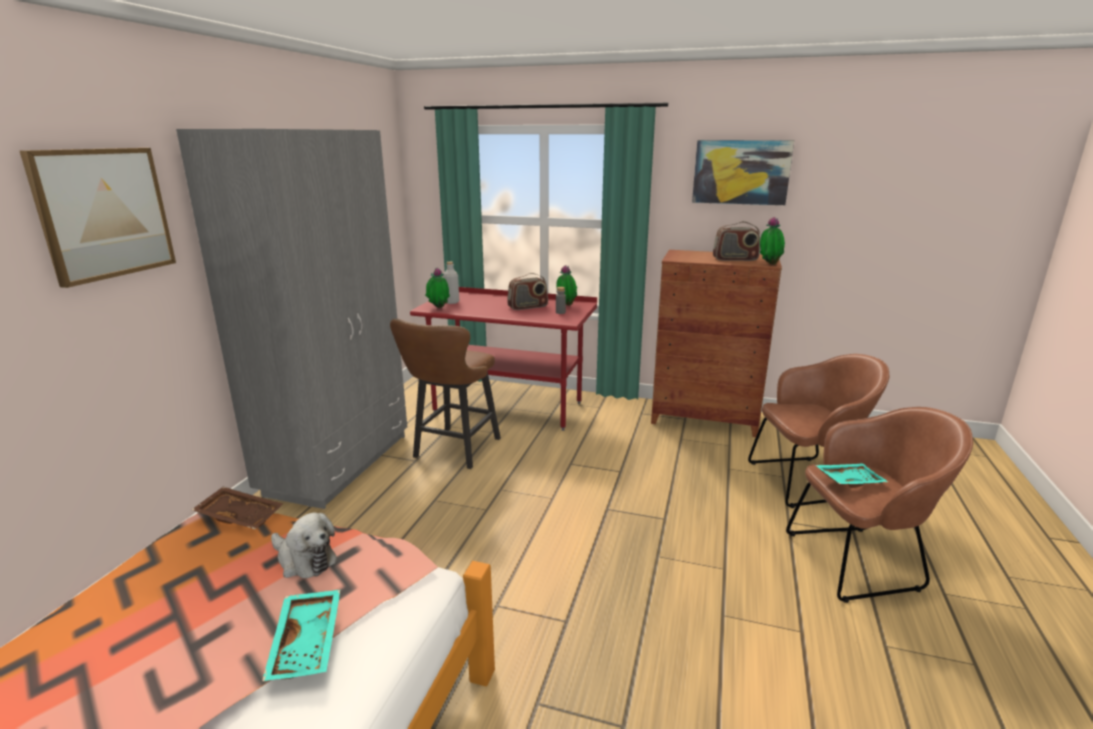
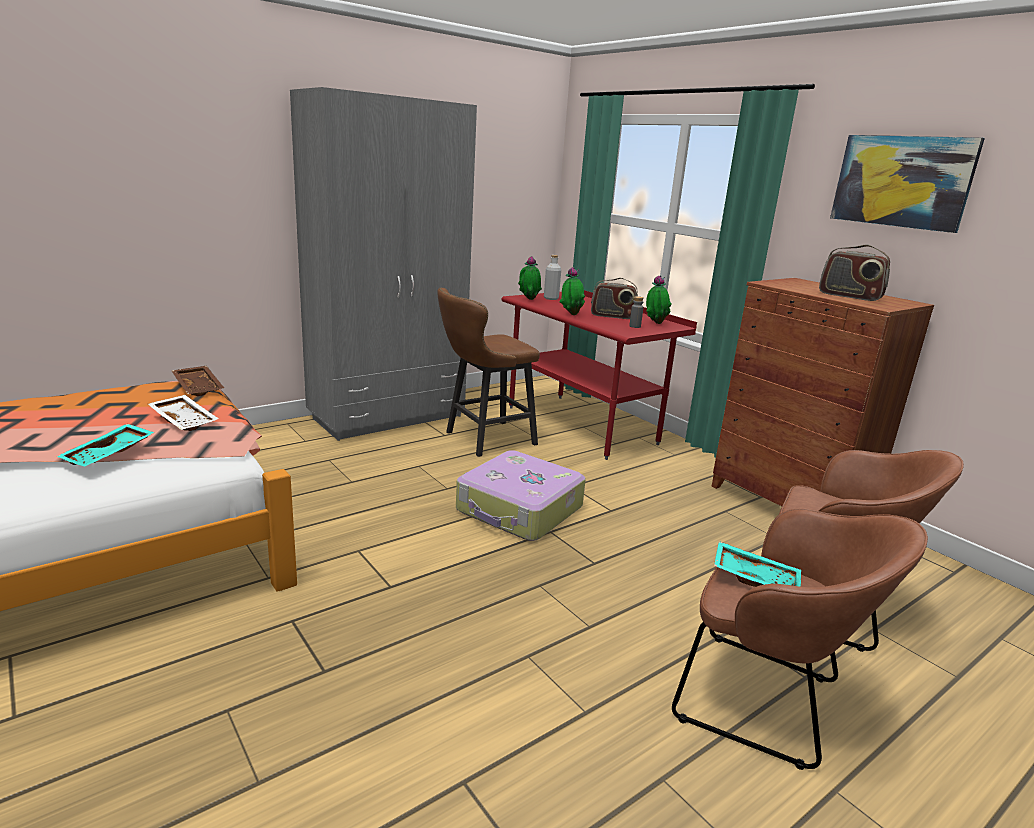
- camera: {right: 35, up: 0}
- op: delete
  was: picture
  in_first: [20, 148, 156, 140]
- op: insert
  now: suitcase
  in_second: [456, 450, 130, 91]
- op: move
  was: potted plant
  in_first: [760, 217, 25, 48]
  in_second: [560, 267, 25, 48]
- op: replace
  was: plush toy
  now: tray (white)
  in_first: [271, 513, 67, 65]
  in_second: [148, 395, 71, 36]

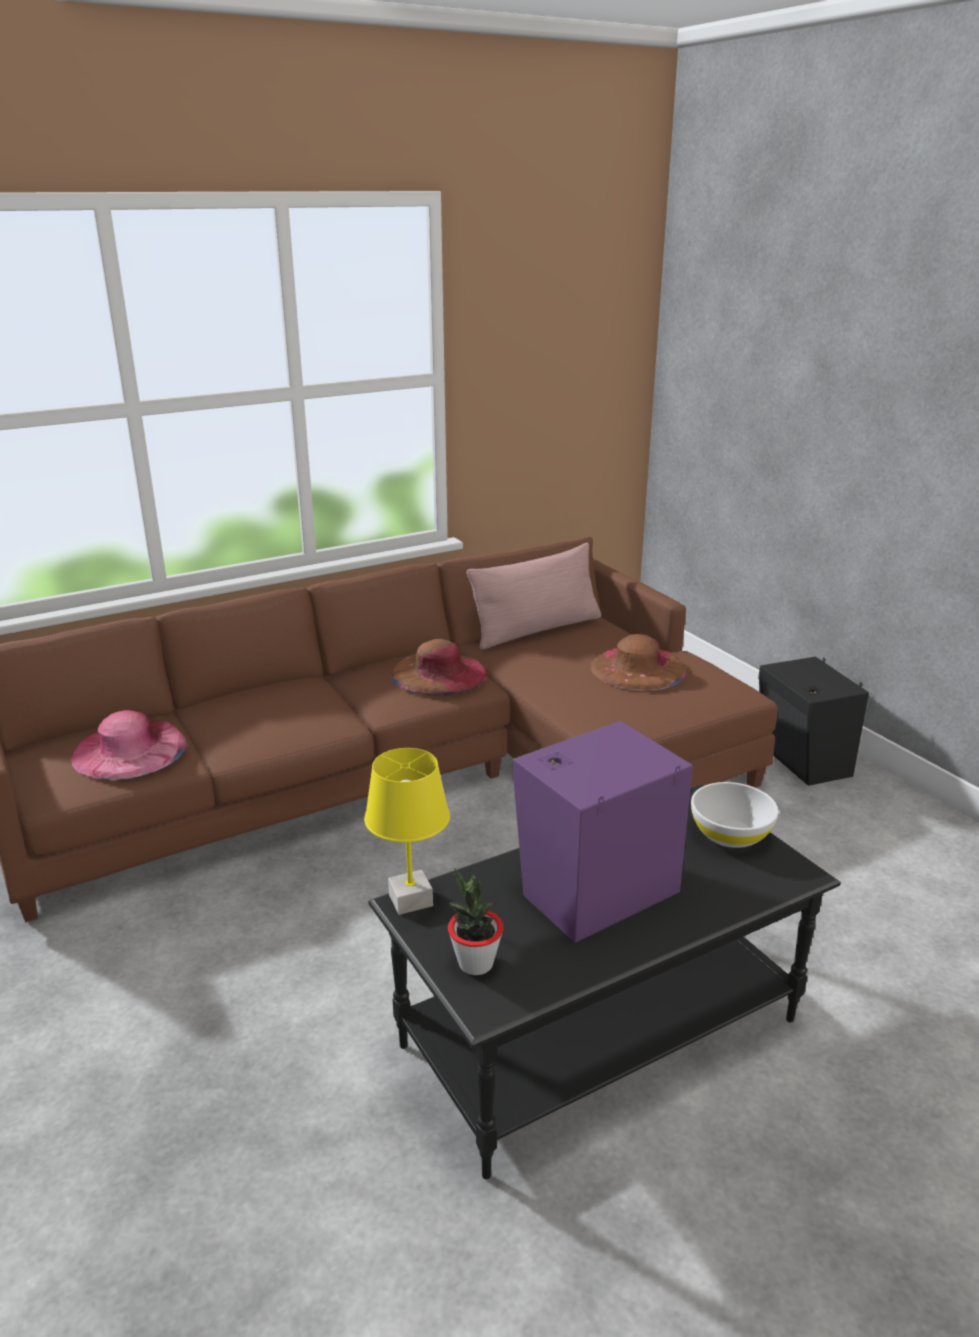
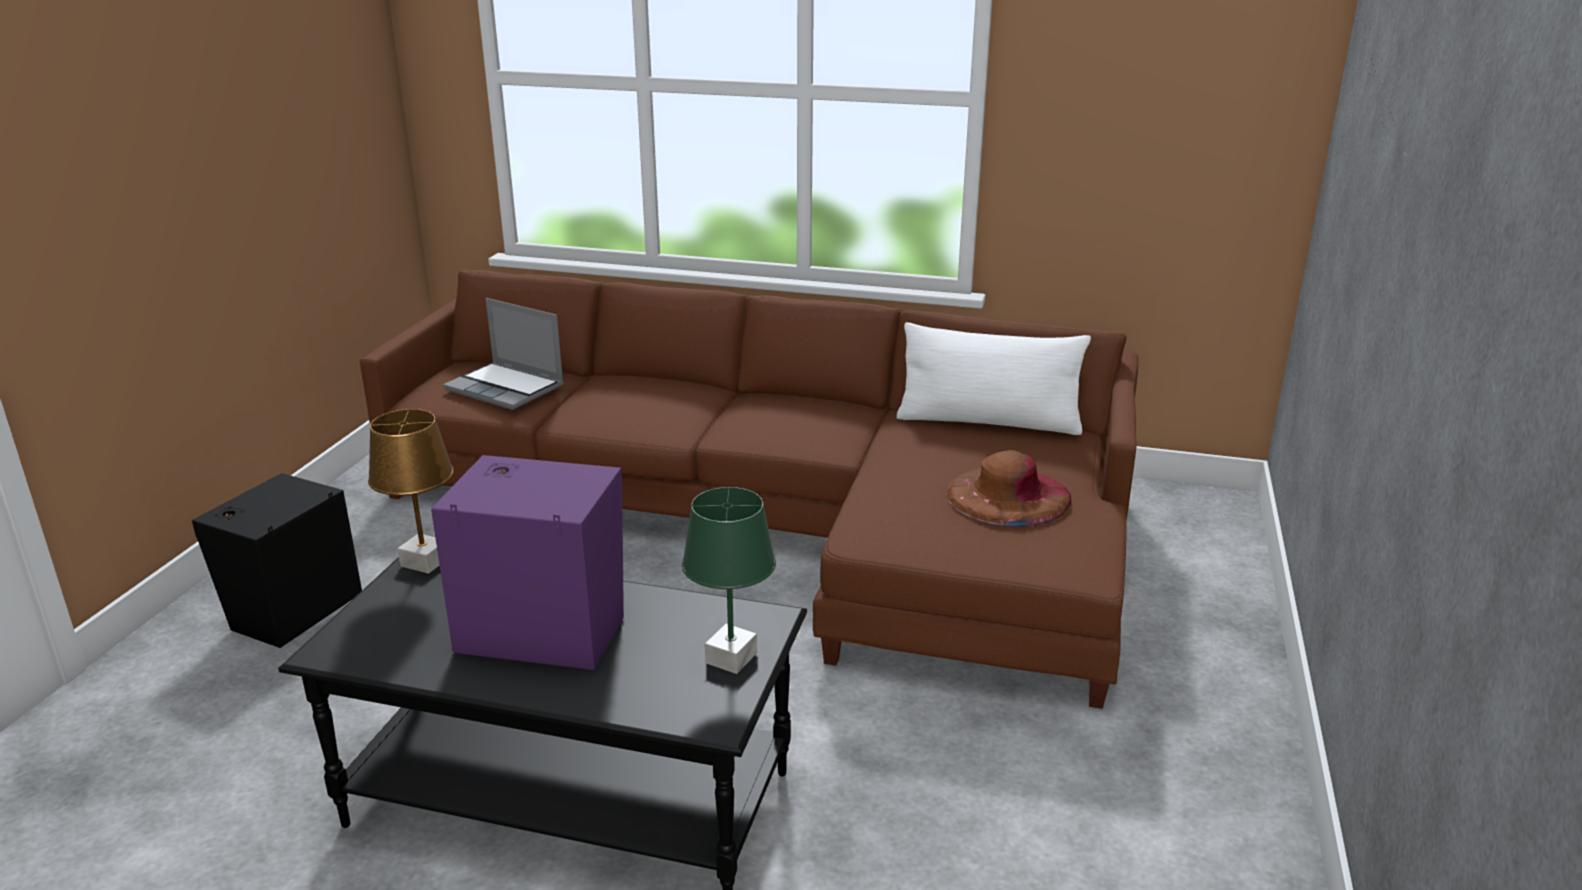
- camera: {right: 45, up: 0}
- op: delete
  was: hat (brown)
  in_first: [390, 639, 97, 56]
- op: delete
  was: potted plant
  in_first: [448, 868, 56, 107]
- op: move
  was: speaker (black)
  in_first: [758, 657, 111, 129]
  in_second: [192, 473, 170, 175]
- op: replace
  was: hat (pink)
  now: laptop
  in_first: [70, 710, 117, 70]
  in_second: [443, 298, 121, 112]
- op: replace
  was: bowl (white)
  now: table lamp (green)
  in_first: [691, 782, 87, 66]
  in_second: [682, 487, 94, 187]
- op: recolor
  was: table lamp (yellow)
  now: table lamp (brown)
  in_first: [364, 748, 86, 167]
  in_second: [368, 409, 86, 165]
- op: recolor
  was: pillow (pink)
  now: pillow (white)
  in_first: [466, 543, 135, 107]
  in_second: [897, 322, 194, 113]

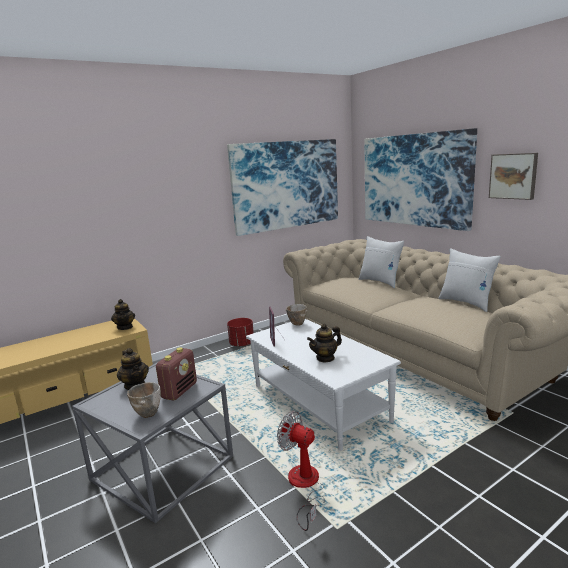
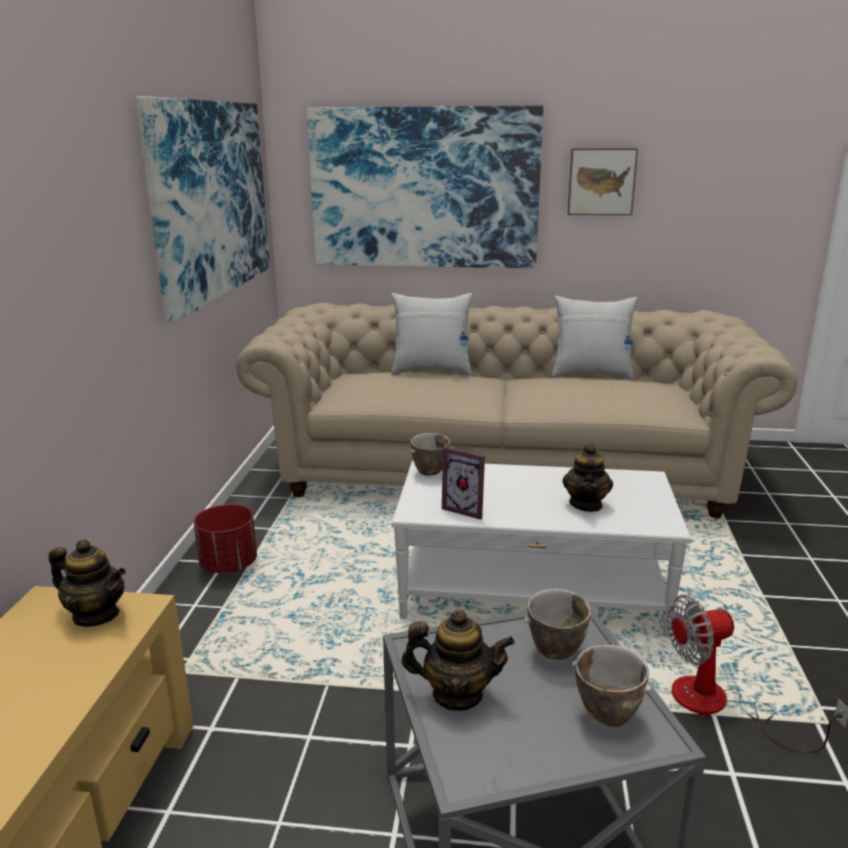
- camera: {right: -50, up: 5}
- op: replace
  was: radio
  now: bowl
  in_first: [156, 347, 41, 53]
  in_second: [524, 589, 68, 71]

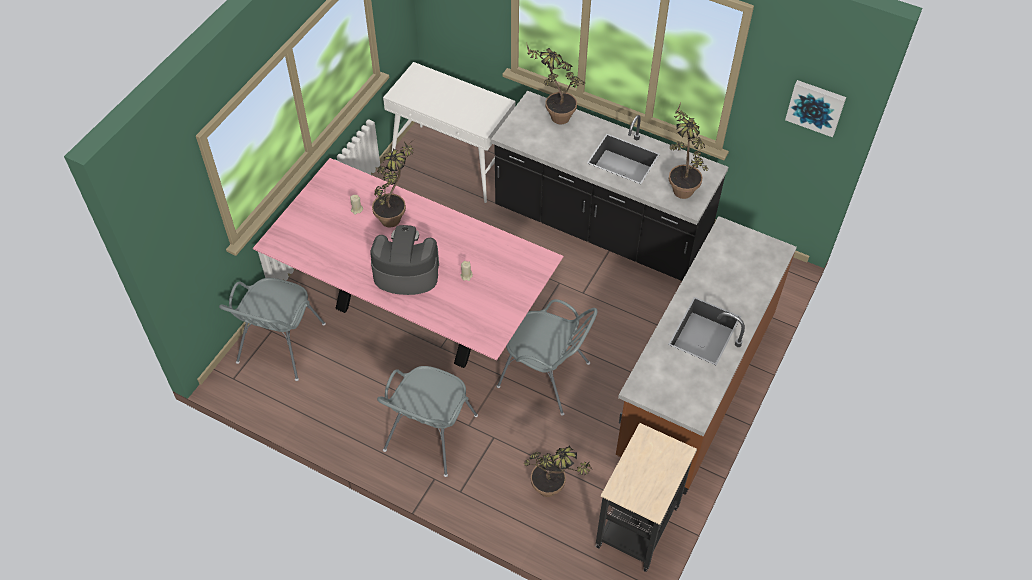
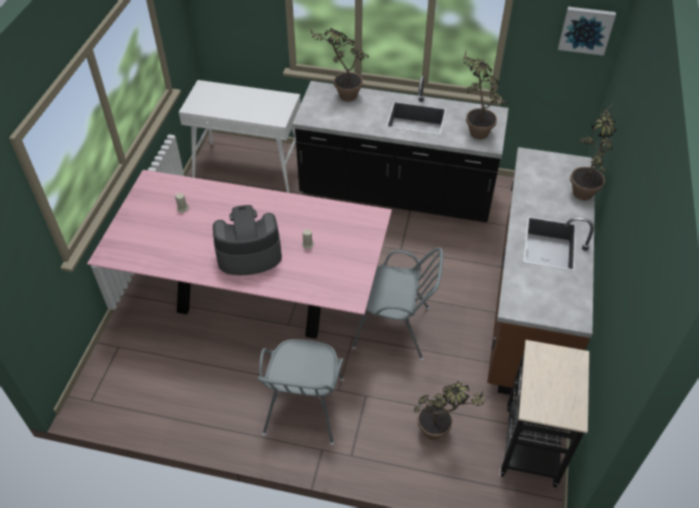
- camera: {right: -15, up: -5}
- op: delete
  was: chair (grey)
  in_first: [219, 278, 107, 103]
- op: move
  was: potted plant
  in_first: [372, 142, 41, 86]
  in_second: [570, 107, 46, 93]

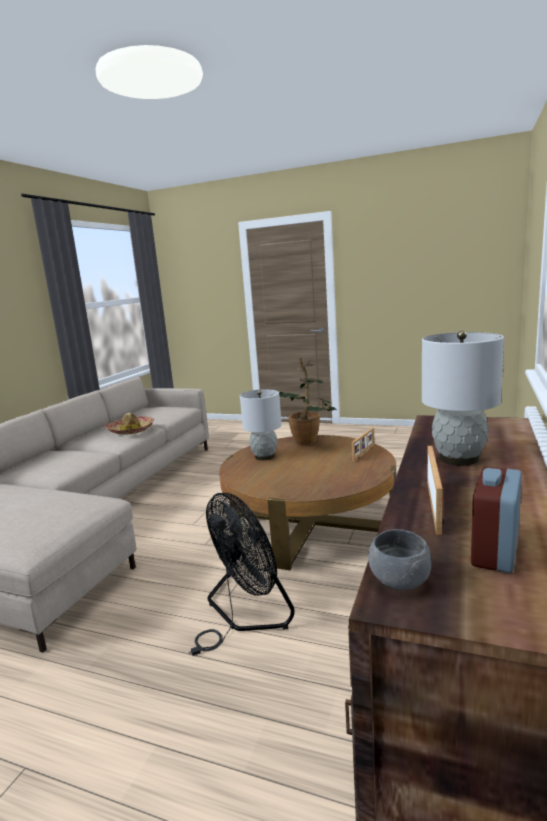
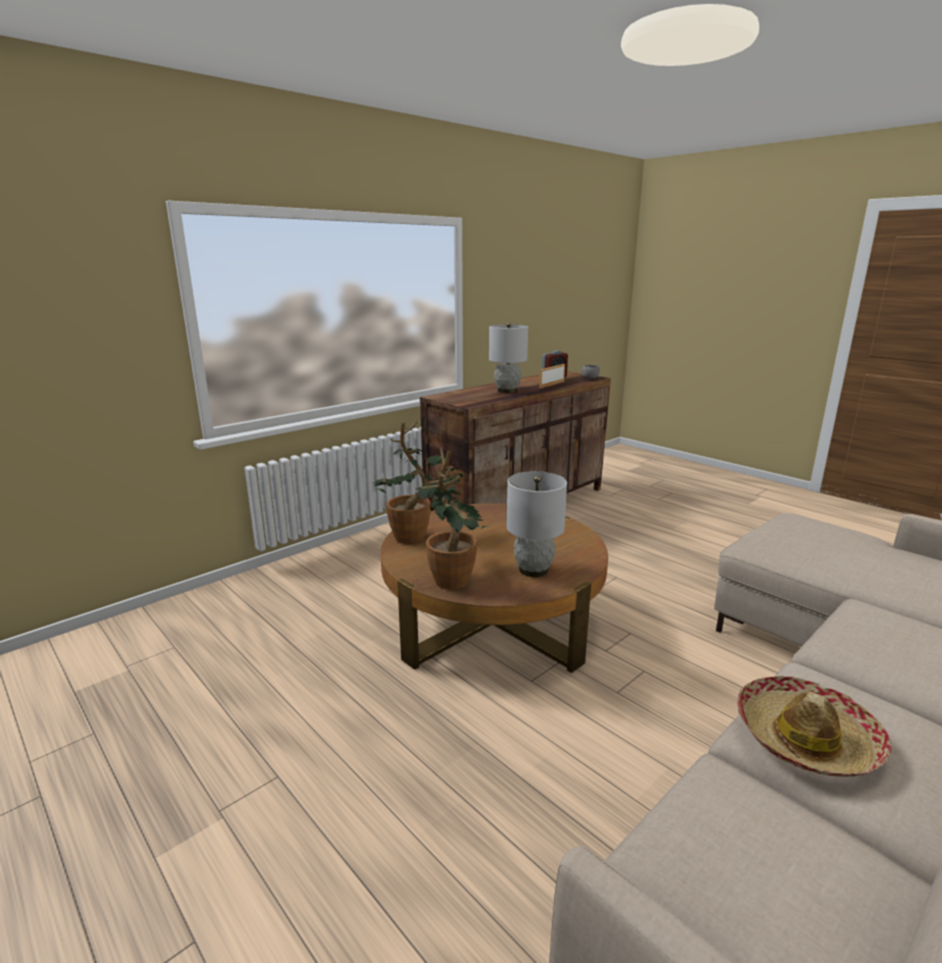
- camera: {right: -155, up: 5}
- op: delete
  was: fan (black)
  in_first: [189, 493, 106, 163]
- op: replace
  was: picture frame
  now: potted plant
  in_first: [352, 427, 23, 35]
  in_second: [373, 421, 93, 123]

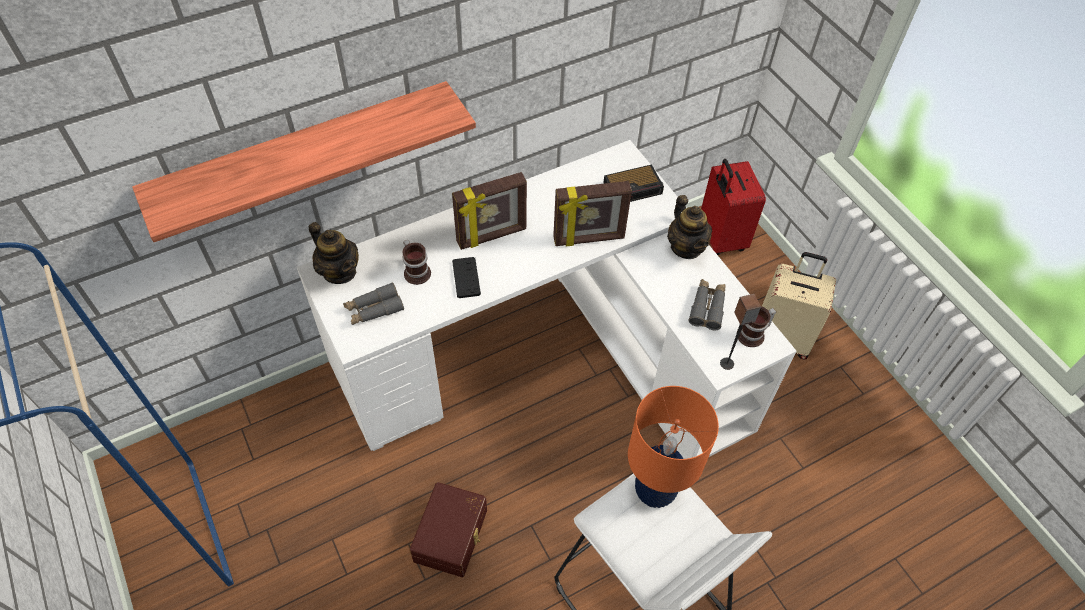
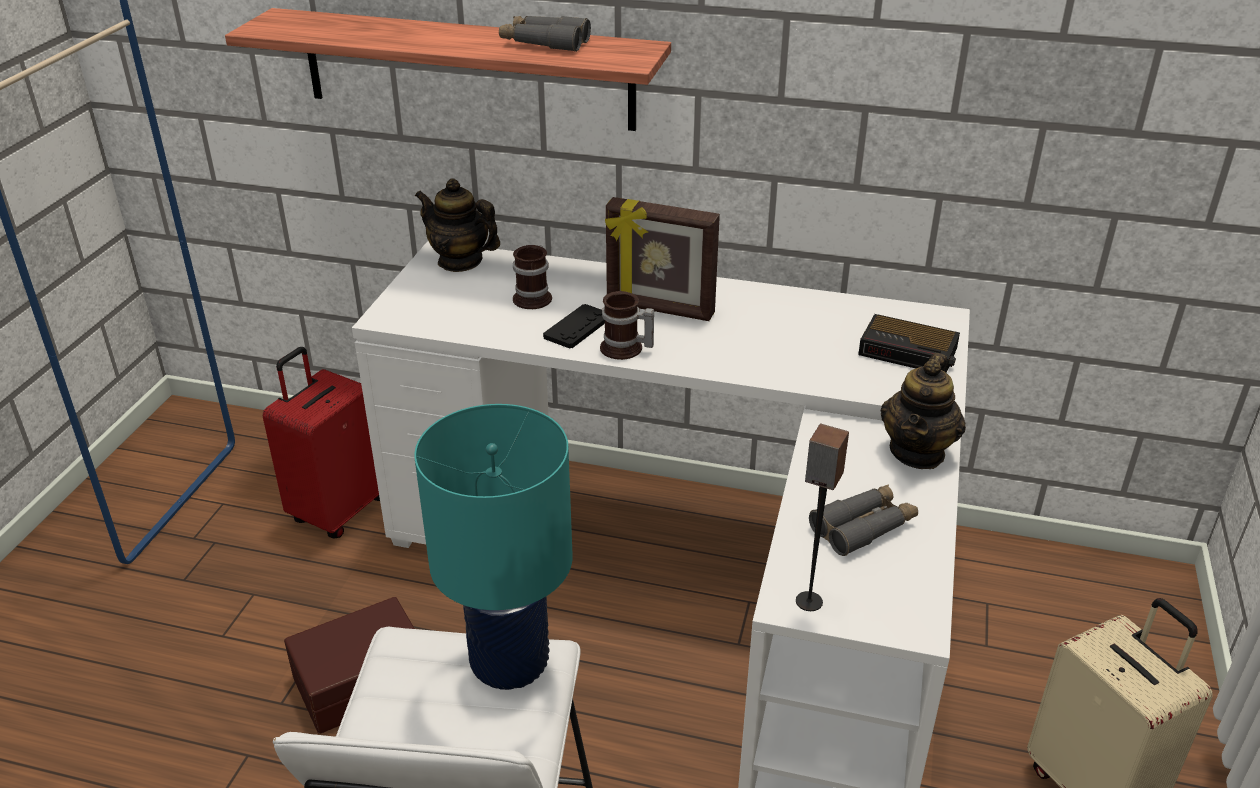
- camera: {right: 45, up: -20}
- op: delete
  was: picture frame
  in_first: [553, 181, 79, 65]
- op: move
  was: binoculars (grey)
  in_first: [343, 283, 61, 42]
  in_second: [499, 16, 92, 36]
- op: move
  was: suitcase (red)
  in_first: [701, 159, 65, 96]
  in_second: [263, 347, 117, 191]
- op: move
  was: mug
  in_first: [737, 306, 39, 41]
  in_second: [600, 291, 54, 69]
- op: recolor
  was: table lamp (orange)
  now: table lamp (turquoise)
  in_first: [628, 386, 91, 122]
  in_second: [414, 404, 159, 286]
- op: rotate
  was: teapot
  in_first: [309, 222, 50, 62]
  in_second: [415, 178, 85, 94]
  clockwise: 120

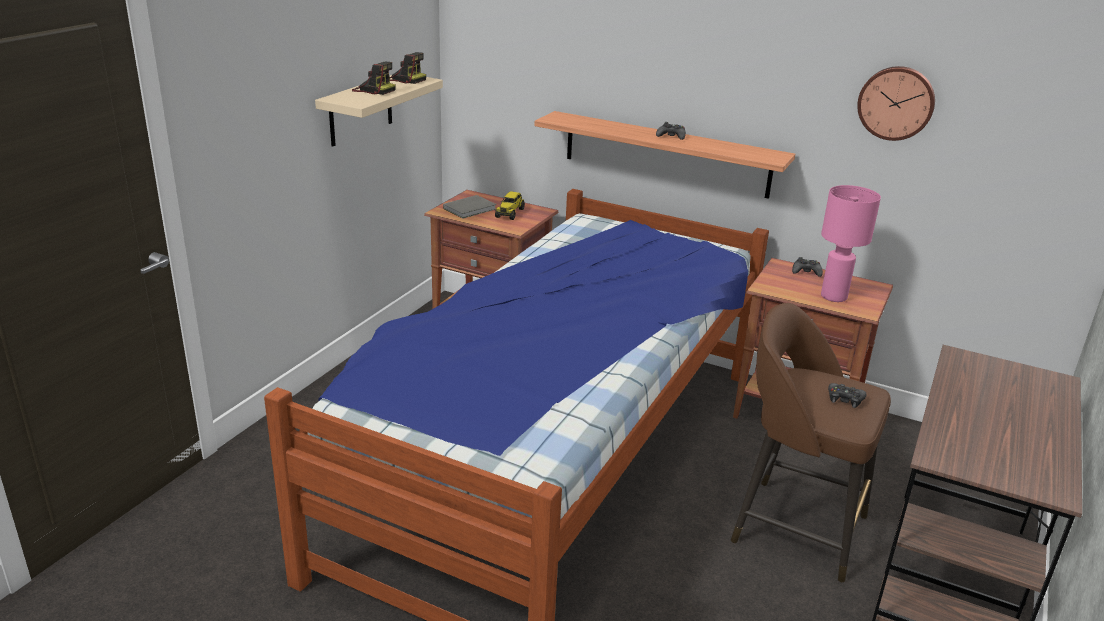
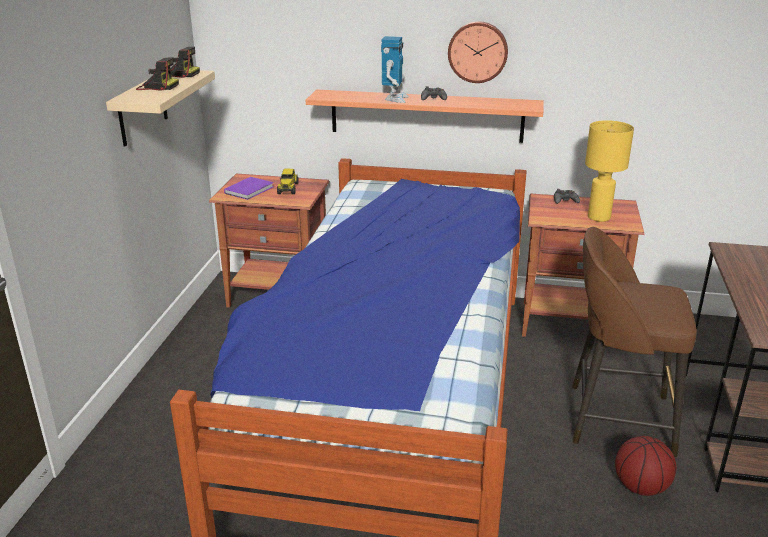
- camera: {right: -15, up: 0}
- op: delete
  was: game controller (black)
  in_first: [828, 383, 39, 25]
- op: insert
  now: toy robot
  in_second: [381, 36, 28, 67]
- op: insert
  now: basketball
  in_second: [615, 436, 61, 60]
- op: move
  was: wall clock
  in_first: [857, 66, 78, 75]
  in_second: [448, 21, 60, 62]
- op: recolor
  was: book (grey)
  now: book (purple)
  in_first: [443, 195, 53, 24]
  in_second: [224, 177, 50, 23]
- op: recolor
  was: table lamp (pink)
  now: table lamp (yellow)
  in_first: [821, 185, 60, 117]
  in_second: [585, 120, 49, 102]

